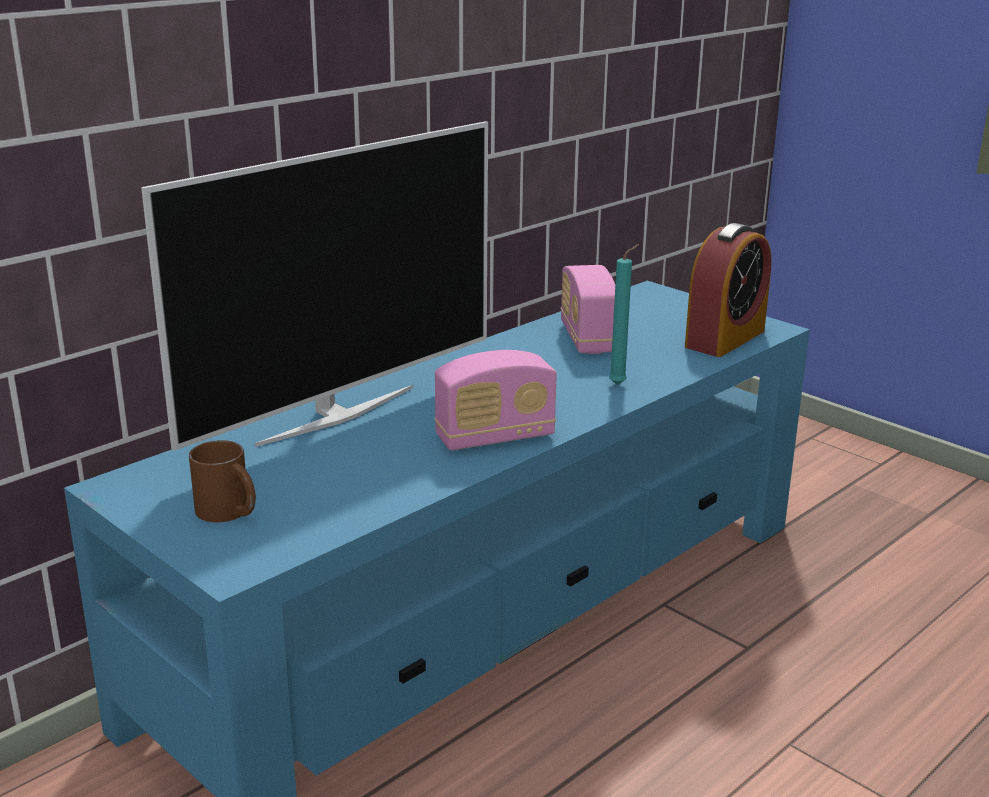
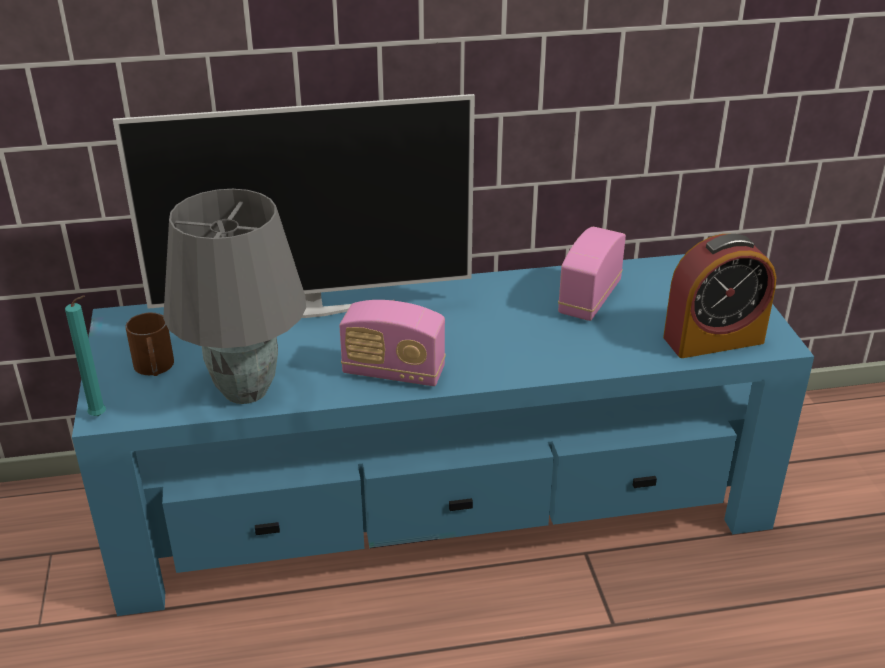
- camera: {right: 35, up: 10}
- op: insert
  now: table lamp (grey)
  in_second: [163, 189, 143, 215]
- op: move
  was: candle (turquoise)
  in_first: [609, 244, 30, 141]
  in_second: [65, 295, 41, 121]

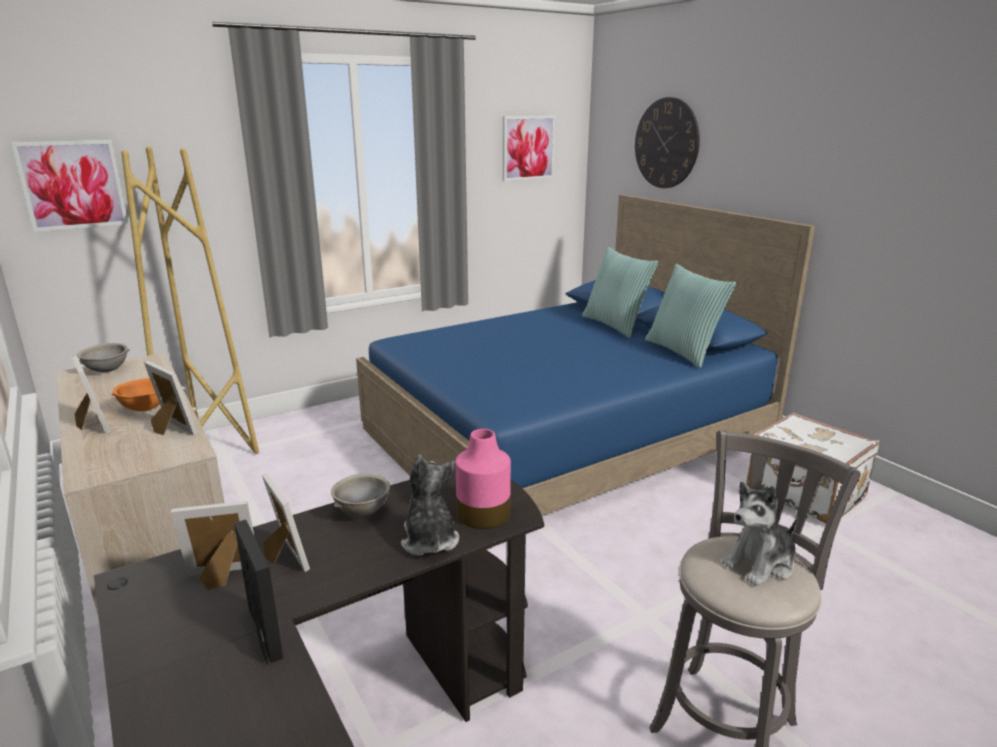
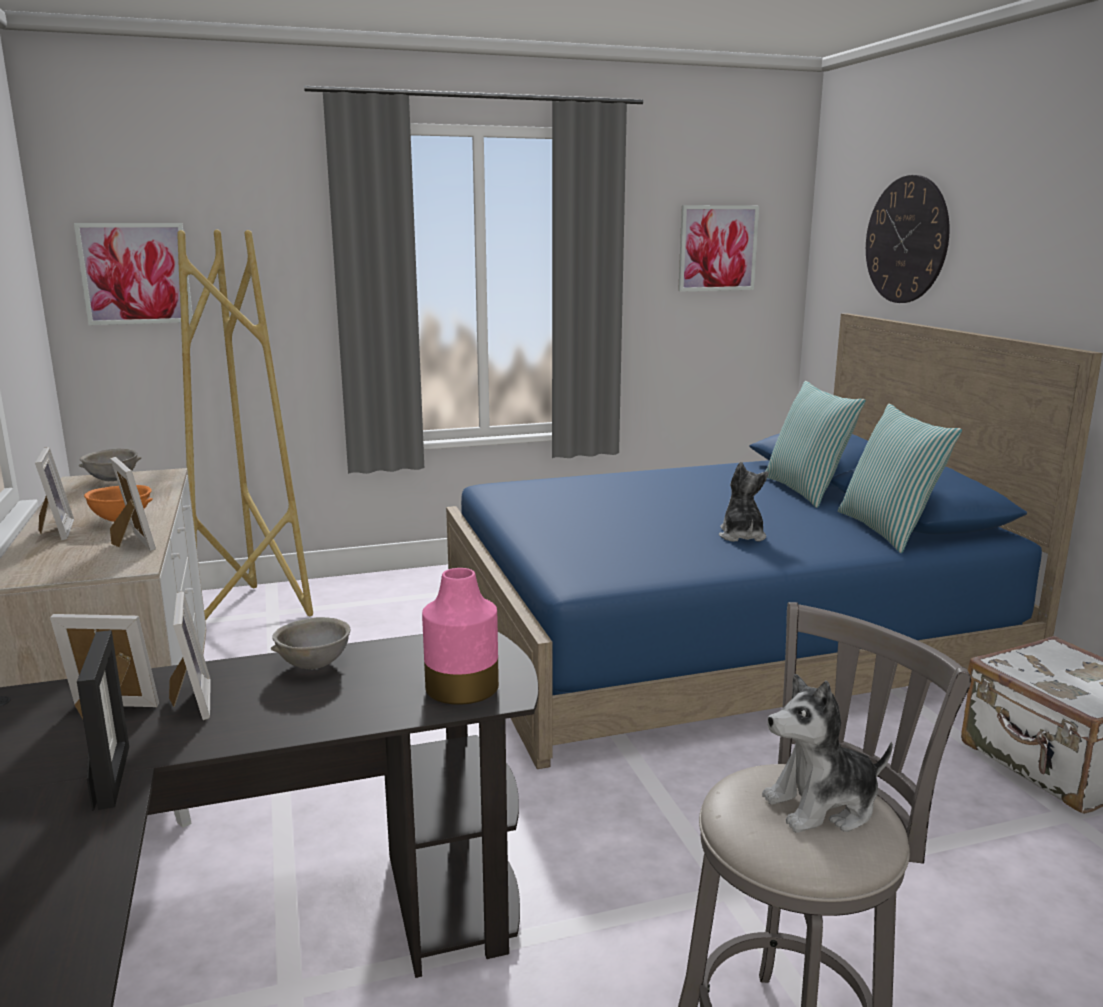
- camera: {right: 15, up: -5}
- op: move
  was: plush toy
  in_first: [401, 455, 58, 101]
  in_second: [719, 462, 49, 80]

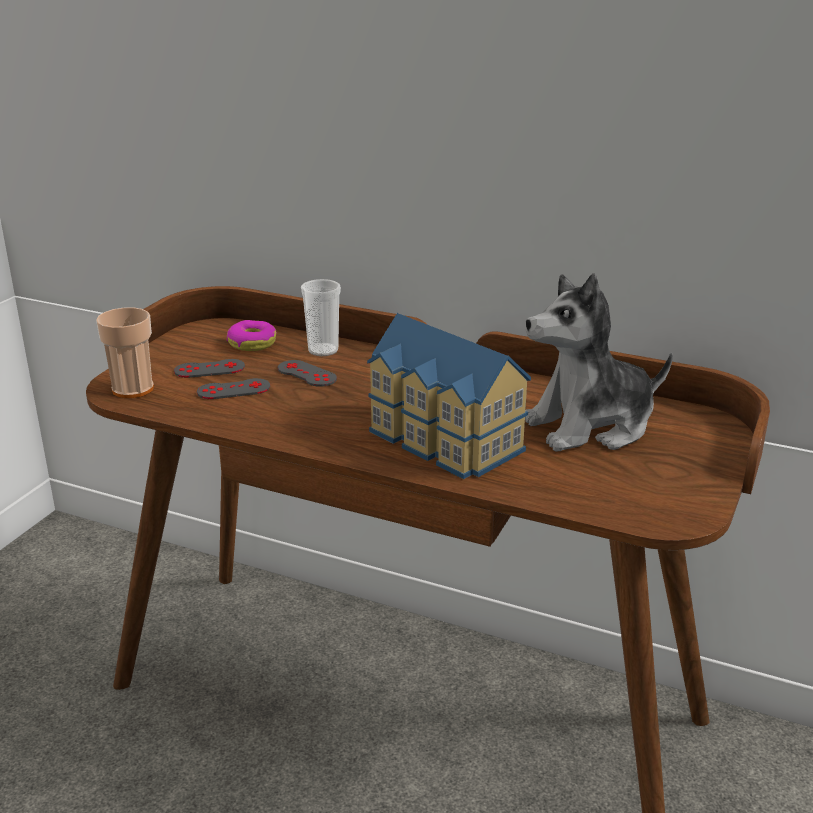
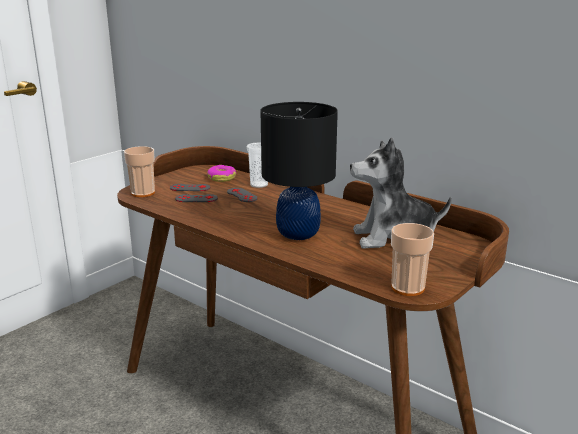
- camera: {right: 15, up: -5}
- op: insert
  now: cup
  in_second: [391, 223, 43, 73]
- op: replace
  was: toy house
  now: table lamp (black)
  in_first: [367, 313, 164, 166]
  in_second: [260, 102, 78, 138]

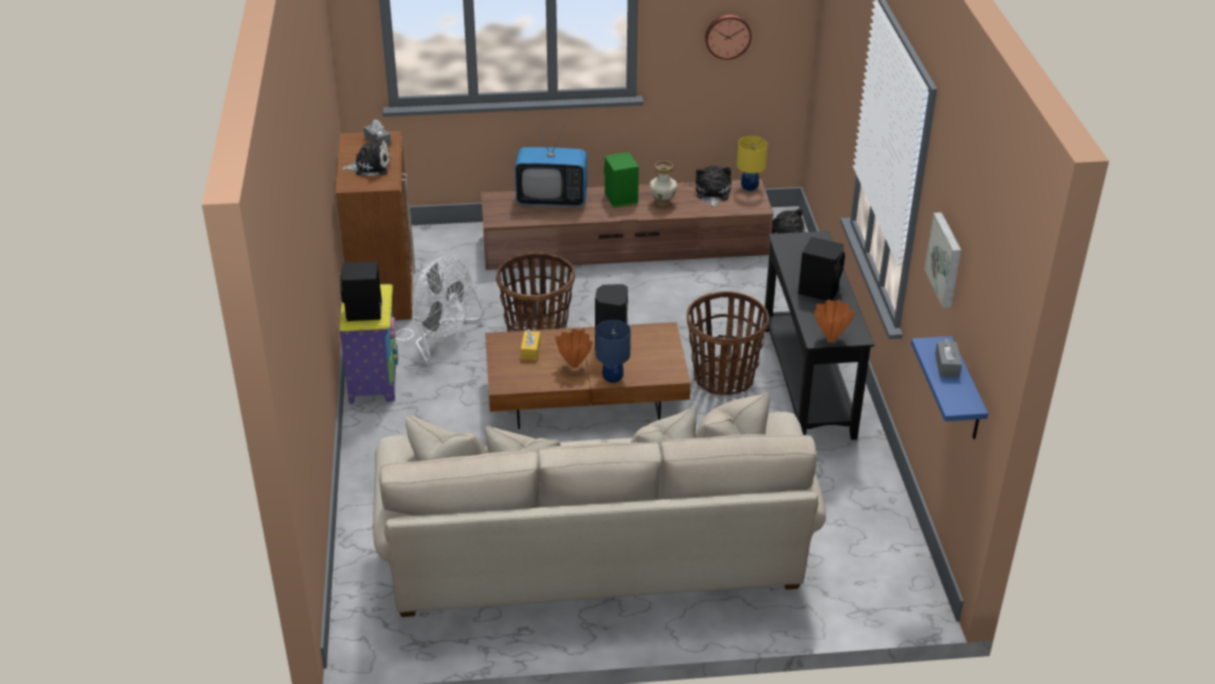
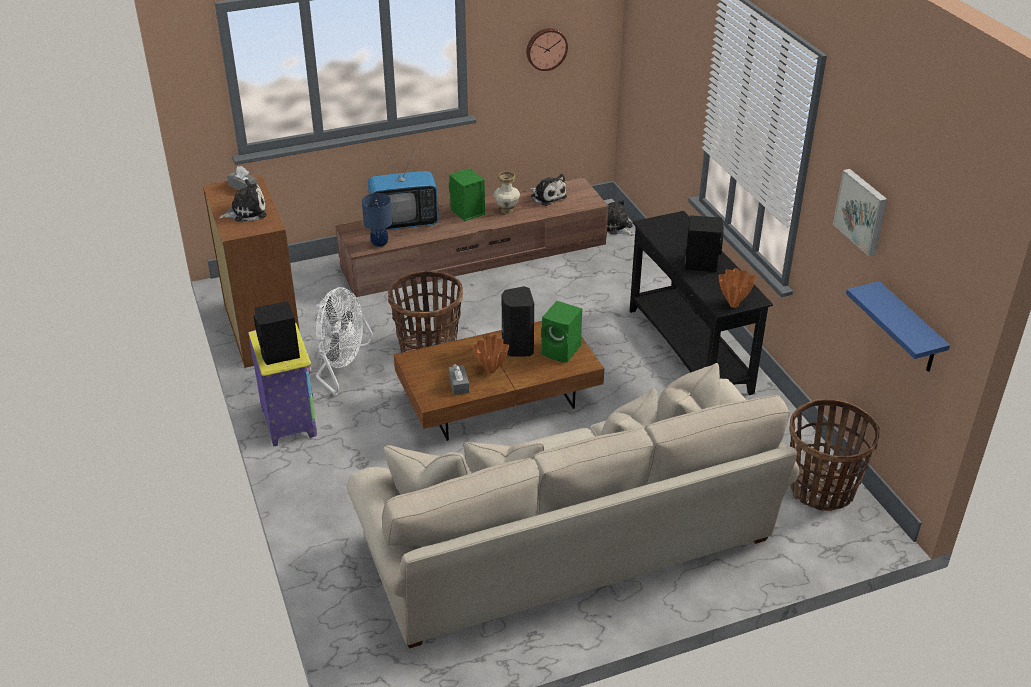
- camera: {right: -15, up: 0}
- op: delete
  was: tissue box (yellow)
  in_first: [521, 329, 19, 31]
- op: delete
  was: table lamp (yellow)
  in_first: [737, 136, 31, 55]
- op: insert
  now: speaker (green)
  in_second: [541, 301, 41, 62]
- op: move
  was: table lamp (blue)
  in_first: [596, 320, 35, 63]
  in_second: [362, 193, 30, 54]
- op: move
  was: basket
  in_first: [687, 291, 82, 104]
  in_second: [789, 399, 91, 112]
- op: move
  was: tissue box (grey)
  in_first: [935, 339, 27, 38]
  in_second: [448, 364, 21, 31]
- op: rotate
  was: plush toy
  in_first: [695, 166, 36, 42]
  in_second: [530, 174, 37, 32]
  clockwise: 150

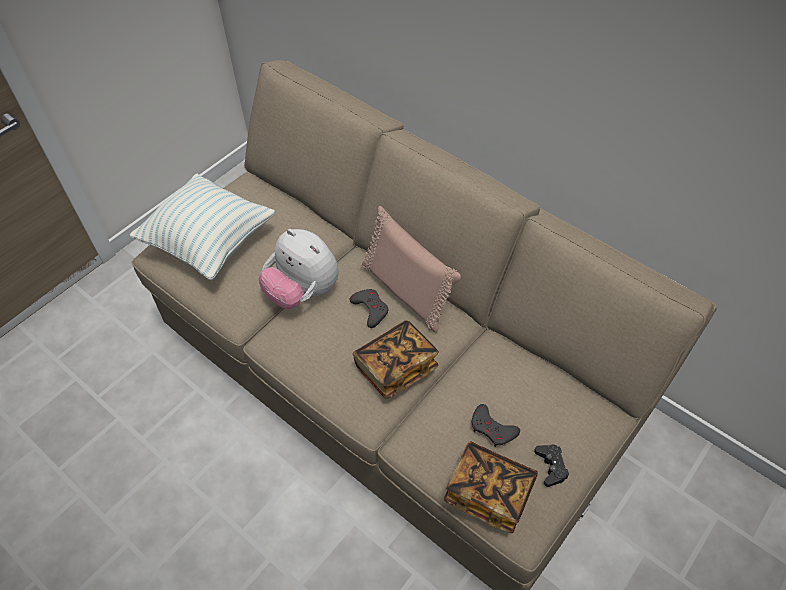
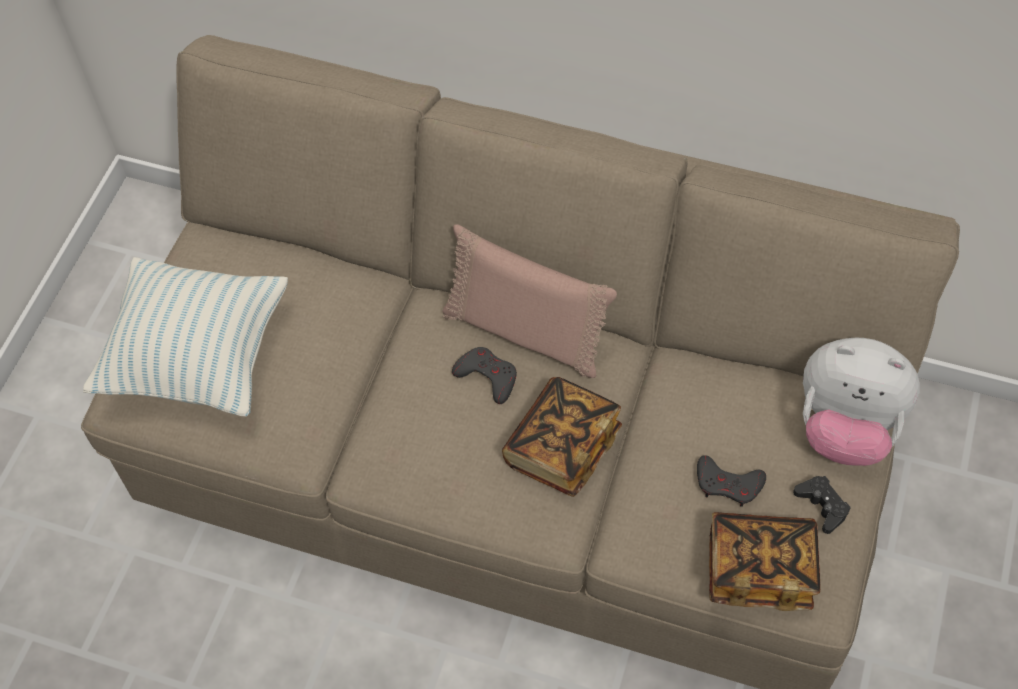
- camera: {right: -20, up: 5}
- op: move
  was: plush toy
  in_first: [259, 229, 80, 80]
  in_second: [803, 338, 117, 128]

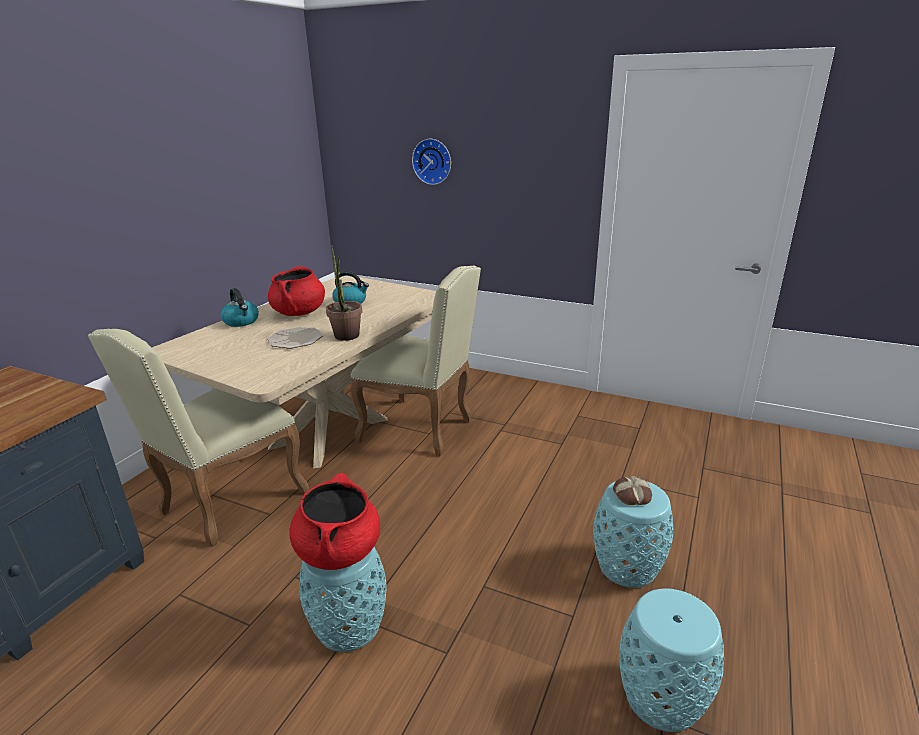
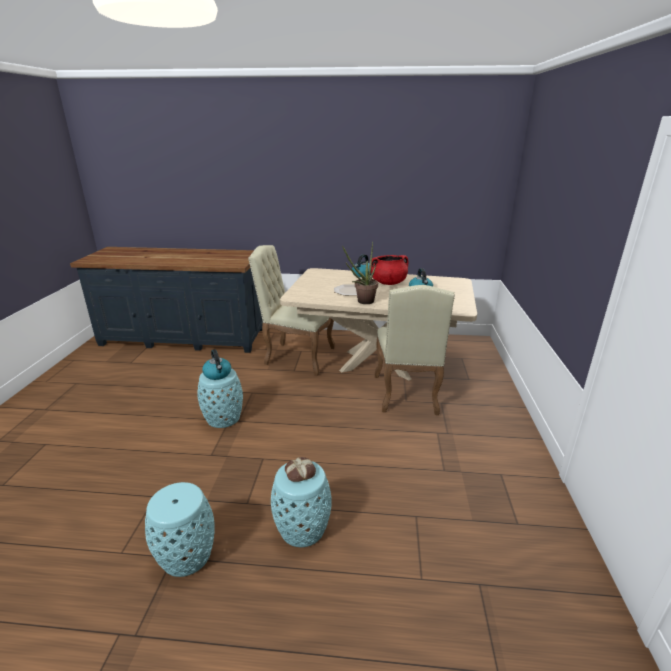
- camera: {right: 70, up: 0}
- op: delete
  was: wall clock
  in_first: [412, 139, 39, 46]
- op: replace
  was: cooking pot (red)
  now: kettle
  in_first: [289, 473, 91, 97]
  in_second: [202, 349, 29, 31]

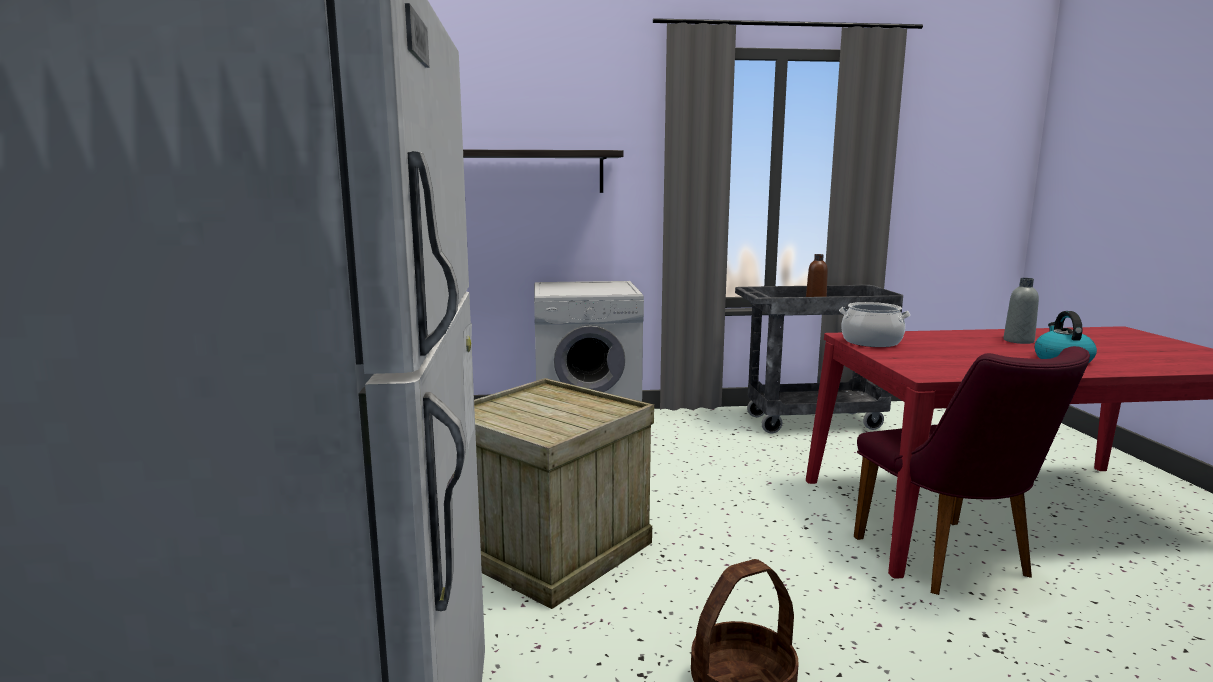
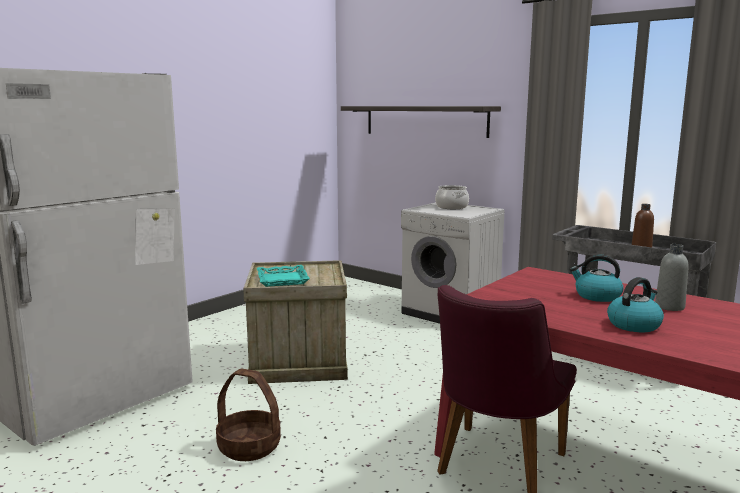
- camera: {right: 45, up: 0}
- op: insert
  now: tray (turquoise)
  in_second: [257, 265, 53, 22]
- op: insert
  now: kettle
  in_second: [570, 255, 54, 47]
- op: move
  was: cooking pot
  in_first: [839, 302, 71, 45]
  in_second: [435, 185, 34, 24]

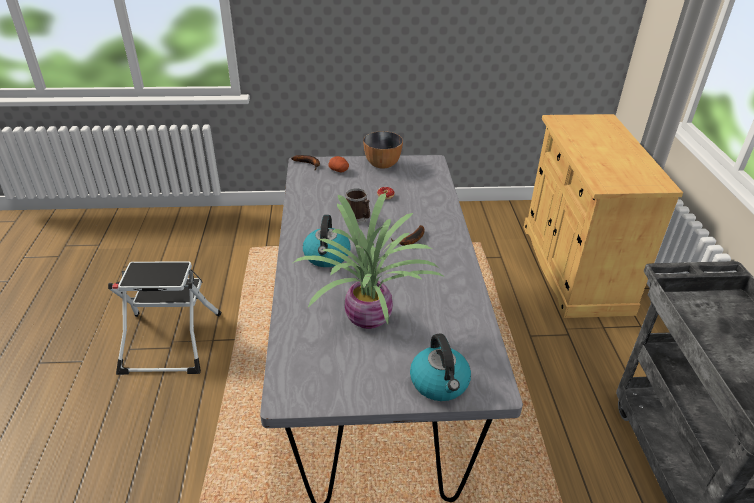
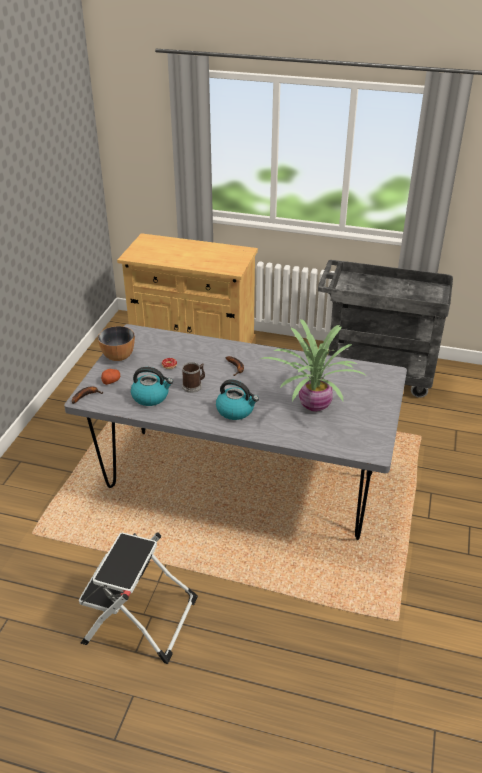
- camera: {right: -70, up: 0}
- op: move
  was: kettle
  in_first: [410, 333, 61, 68]
  in_second: [131, 367, 42, 39]

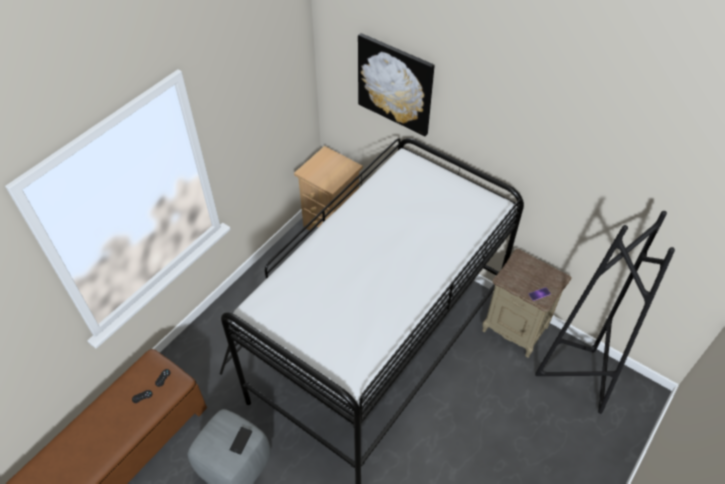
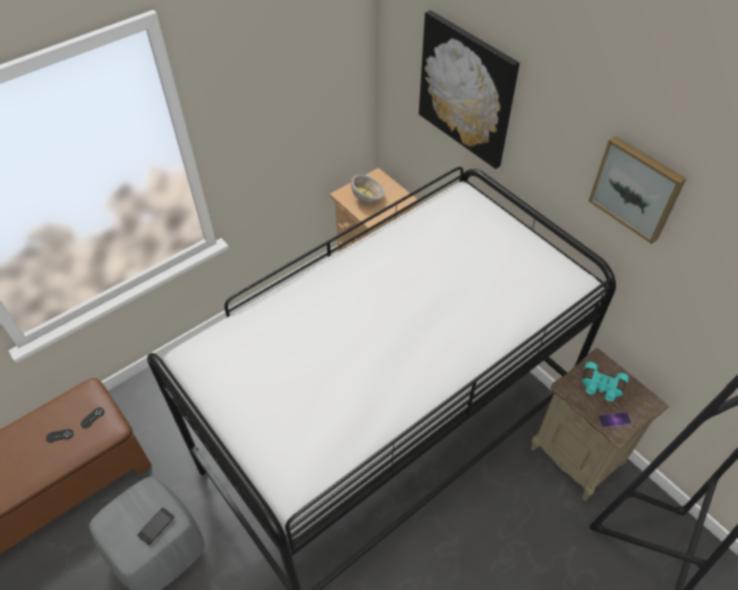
- camera: {right: 15, up: 0}
- op: insert
  now: bowl
  in_second: [351, 175, 33, 28]
- op: insert
  now: binoculars (turquoise)
  in_second: [582, 362, 47, 39]
- op: insert
  now: picture
  in_second: [589, 136, 97, 108]

